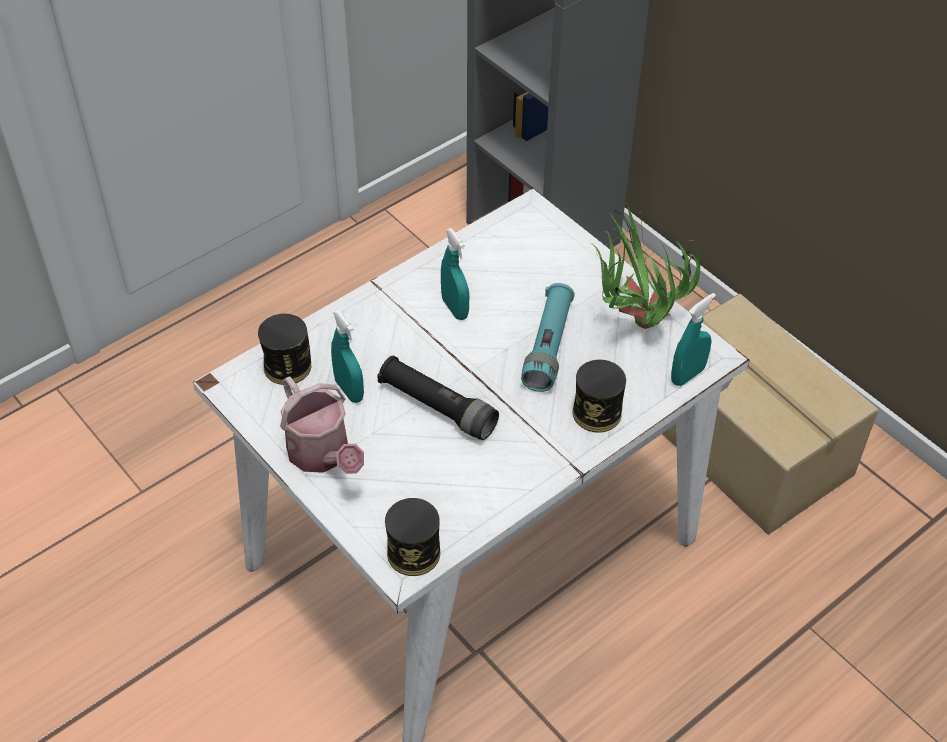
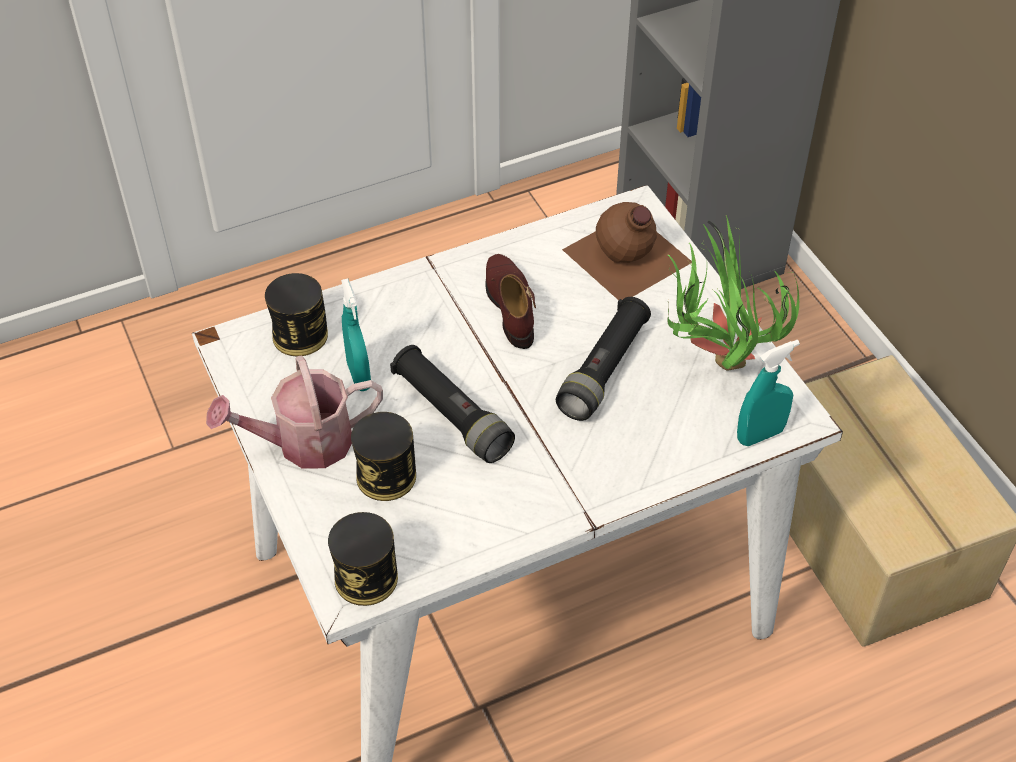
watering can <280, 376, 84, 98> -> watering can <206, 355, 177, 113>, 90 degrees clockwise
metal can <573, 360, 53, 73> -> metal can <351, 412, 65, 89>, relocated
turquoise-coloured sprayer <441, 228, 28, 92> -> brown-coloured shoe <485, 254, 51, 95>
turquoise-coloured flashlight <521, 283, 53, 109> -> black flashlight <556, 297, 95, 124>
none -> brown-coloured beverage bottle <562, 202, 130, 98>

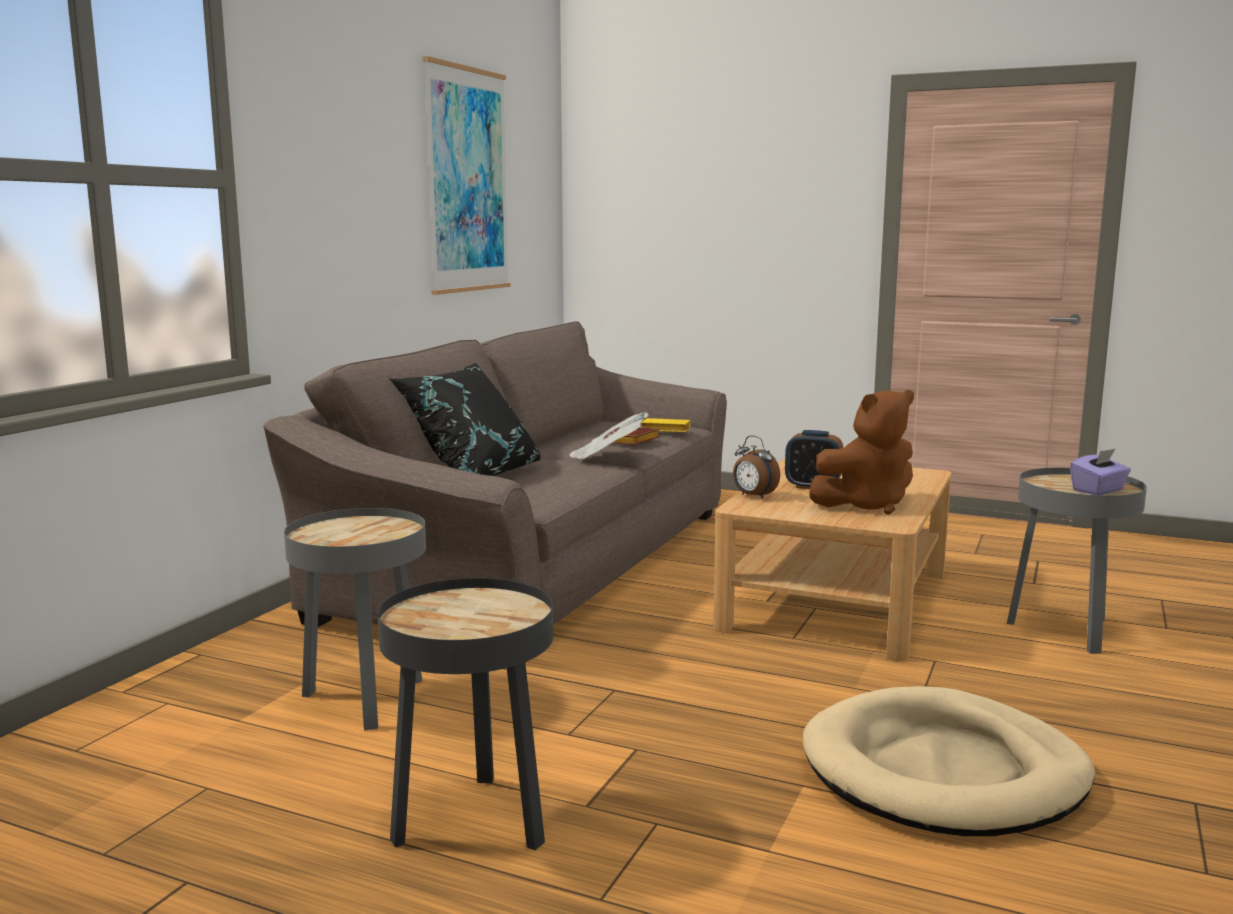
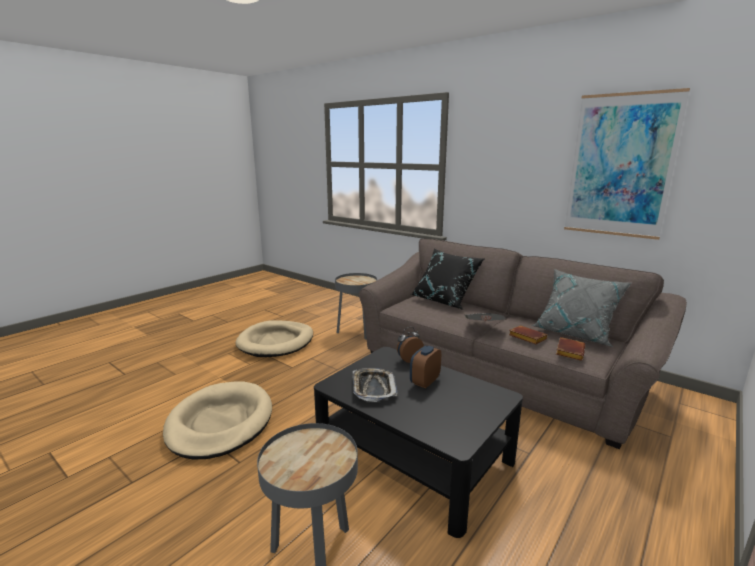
black accent table <378, 578, 175, 272> -> sand-coloured pet bed <235, 320, 78, 37>
sand-coloured coffee table <713, 458, 239, 203> -> black coffee table <314, 347, 209, 191>
brown-coloured soft toy <809, 390, 105, 125> -> serving tray <353, 368, 45, 34>
none -> greyish pillow <531, 269, 101, 78>
yellow-coloured bound book <641, 418, 49, 14> -> brown-coloured bound book <556, 337, 29, 24>
purplish box of tissues <1070, 448, 61, 47> -> none

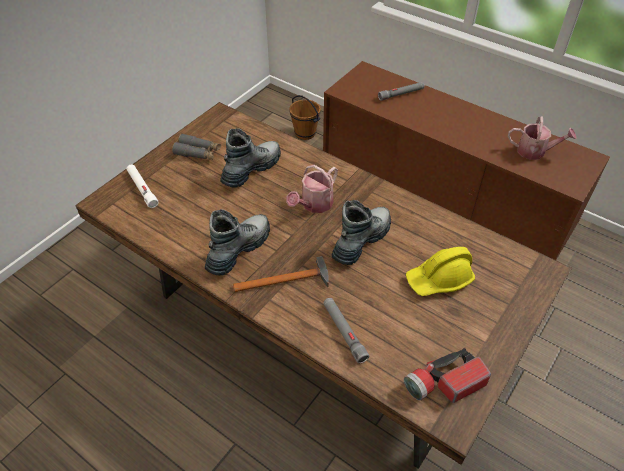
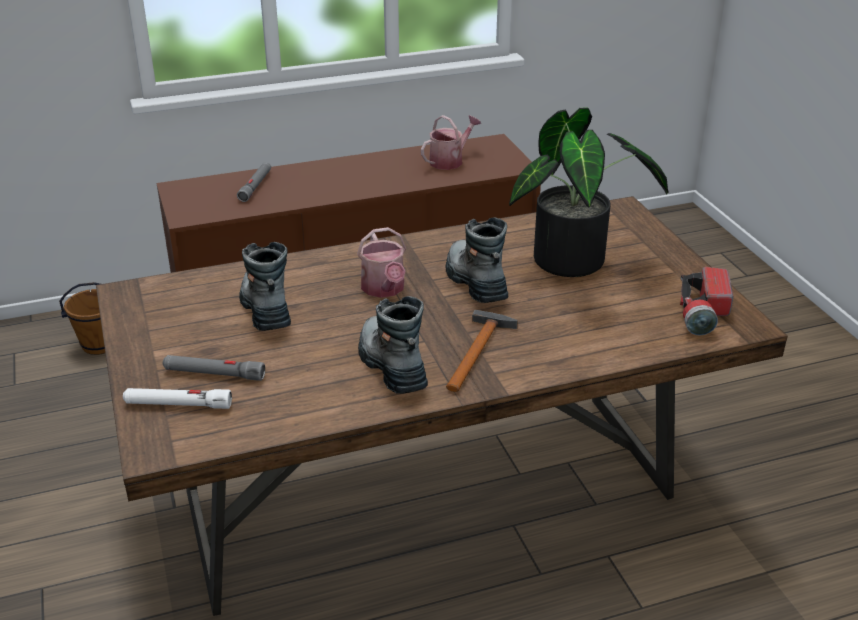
greyish flashlight <323, 298, 46, 65> -> greyish flashlight <163, 355, 102, 26>, relocated
yellow-coloured hard hat <406, 247, 69, 49> -> potted plant <509, 107, 159, 170>
greyish binoculars <172, 134, 49, 26> -> none

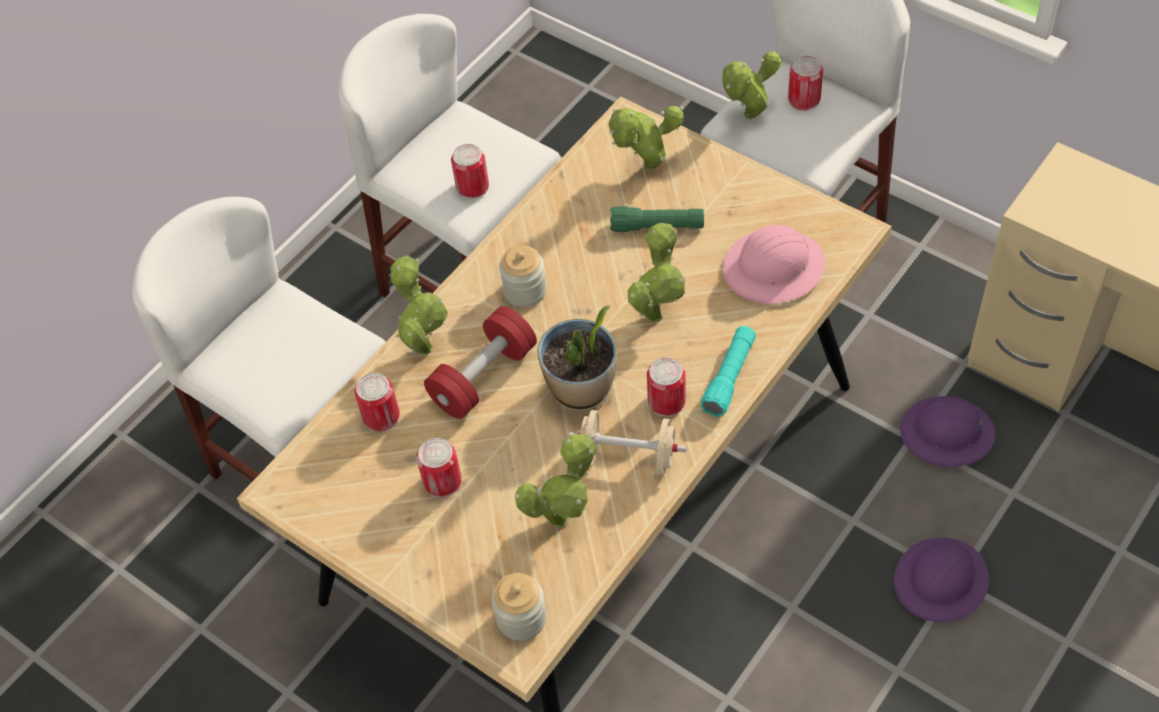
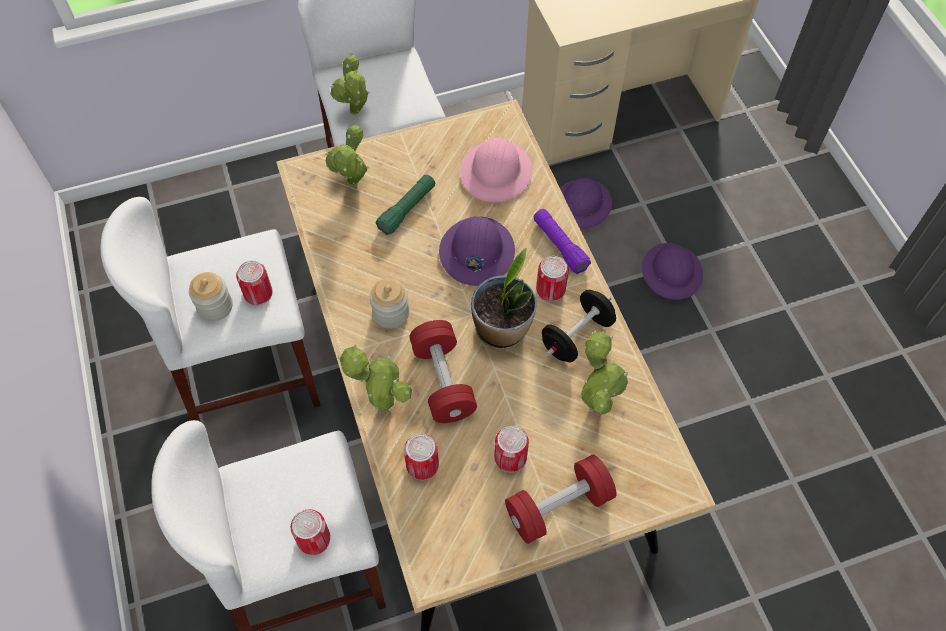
storage jar <492, 573, 55, 68> -> storage jar <189, 272, 43, 49>, relocated
metal can <788, 56, 35, 55> -> metal can <291, 509, 39, 46>, relocated
potted plant <628, 223, 57, 100> -> purplish hard hat <439, 216, 76, 70>
none -> red dumbbell <505, 454, 112, 90>
turquoise-coloured flashlight <701, 326, 55, 91> -> purplish flashlight <534, 209, 57, 65>
sand-coloured dumbbell <569, 410, 118, 65> -> black dumbbell <542, 290, 74, 72>

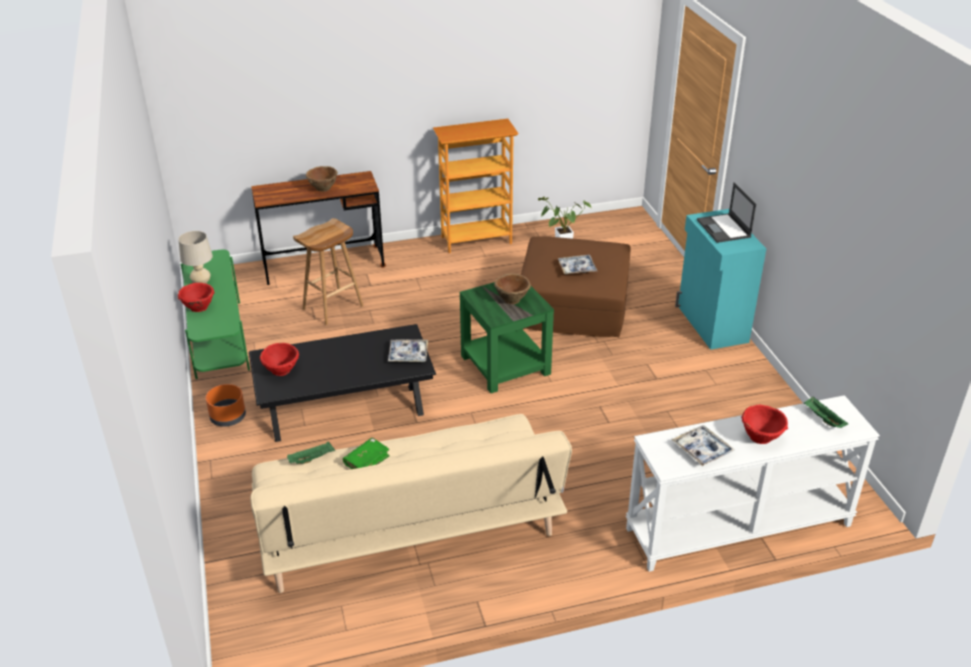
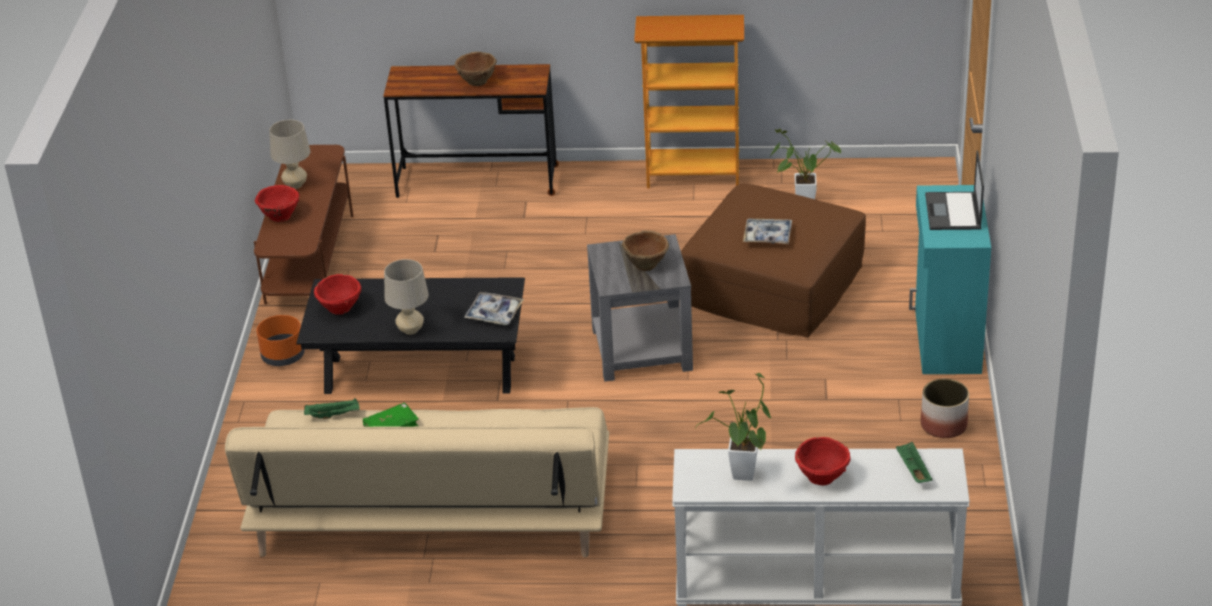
green-coloured tv stand <181, 249, 69, 130> -> brown-coloured tv stand <254, 145, 99, 159>
none -> sand-coloured lamp for a table <384, 259, 45, 76>
green-coloured accent table <460, 282, 94, 111> -> greyish accent table <587, 234, 106, 148>
serving tray <672, 425, 63, 41> -> potted plant <696, 373, 75, 108>
none -> plant pot <921, 379, 48, 59>
brown-coloured stool seat <293, 218, 71, 107> -> none

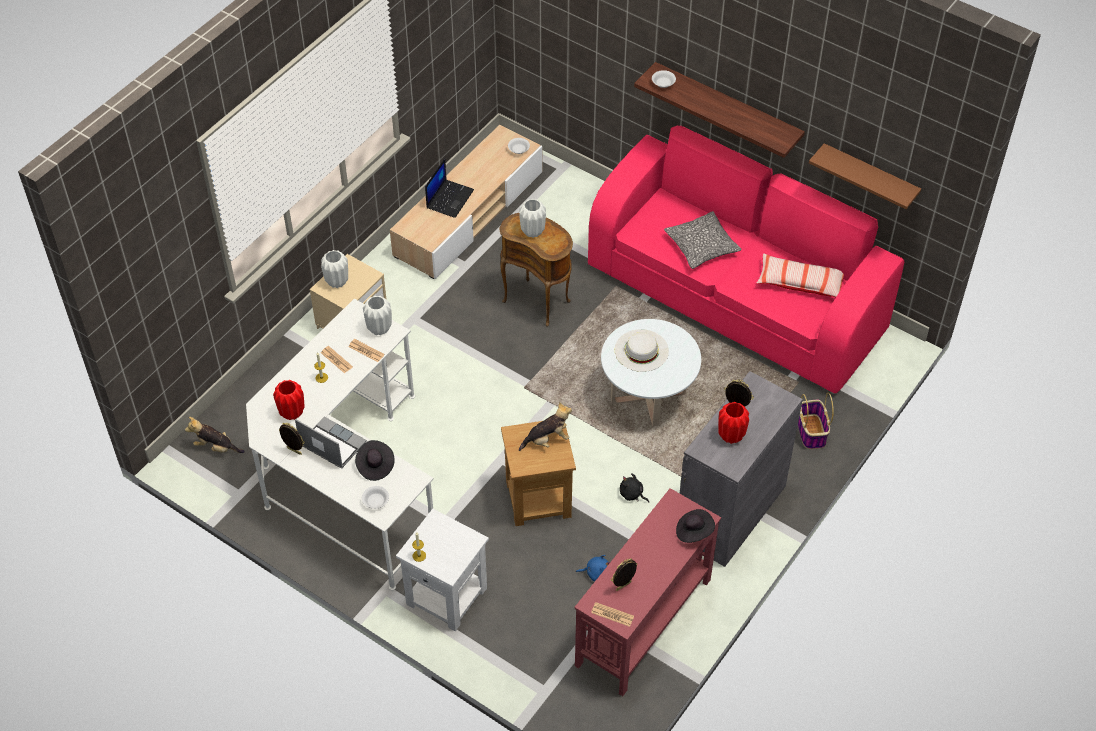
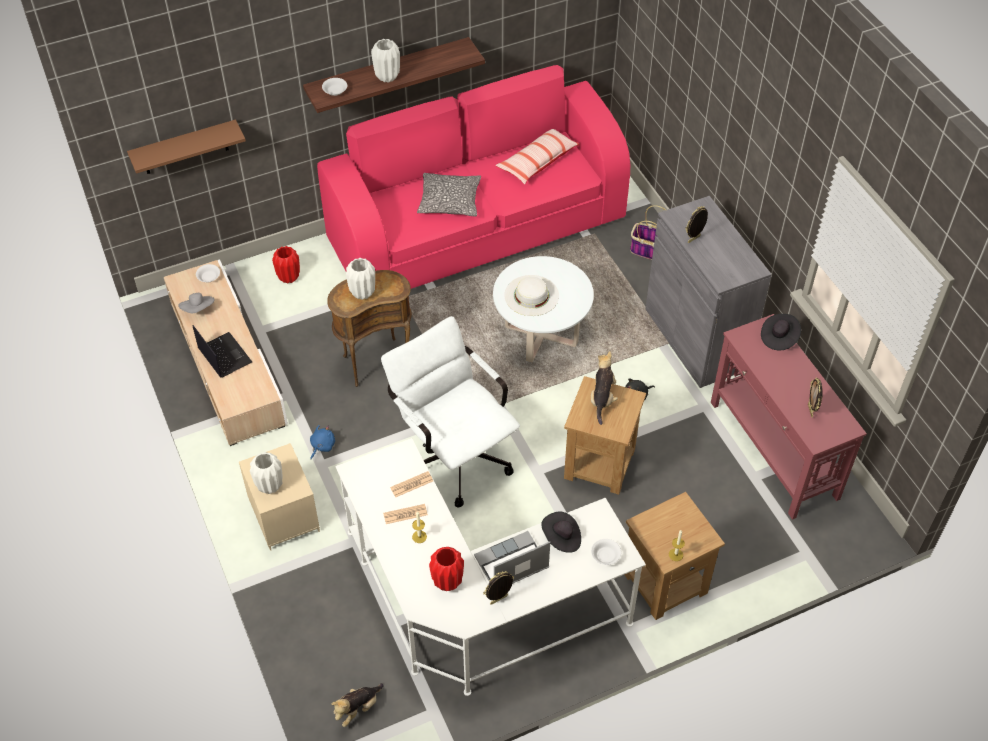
brown-coloured wall shelf <809, 143, 112, 66> -> brown-coloured wall shelf <127, 120, 119, 54>, relocated
none -> greyish wearable hat <178, 293, 37, 20>
red vase <718, 402, 31, 42> -> red vase <272, 246, 28, 38>, relocated
blue soft toy <576, 555, 34, 26> -> blue soft toy <310, 425, 25, 34>, relocated
whitish vase <363, 296, 29, 39> -> whitish vase <371, 39, 29, 44>, relocated
none -> whitish office chair <381, 316, 139, 192>
whitish accent table <396, 509, 93, 122> -> brown-coloured accent table <624, 492, 101, 128>
printed paper <591, 602, 43, 25> -> none

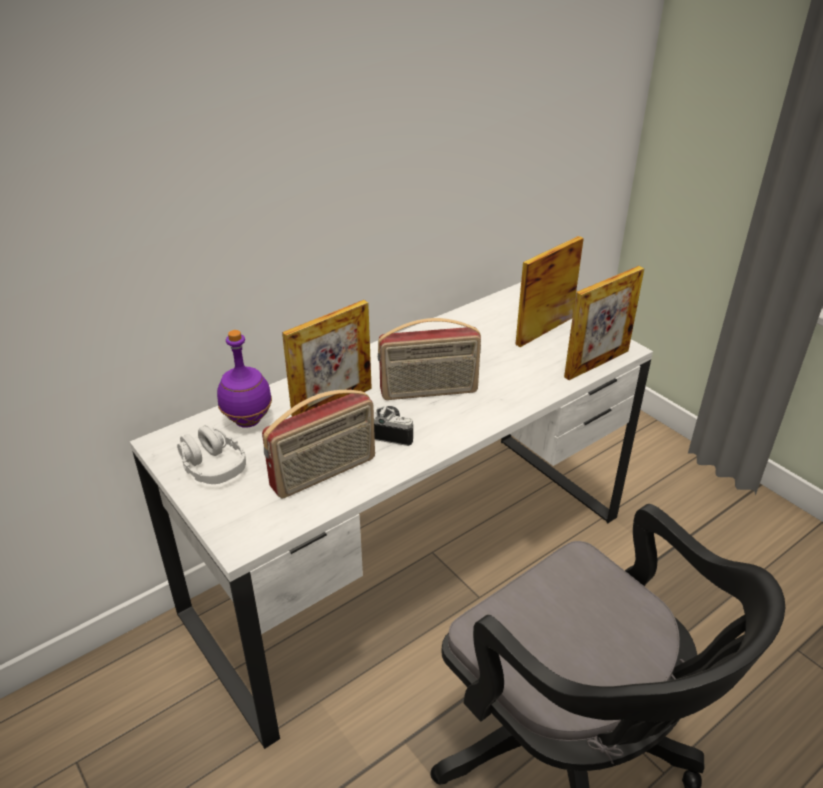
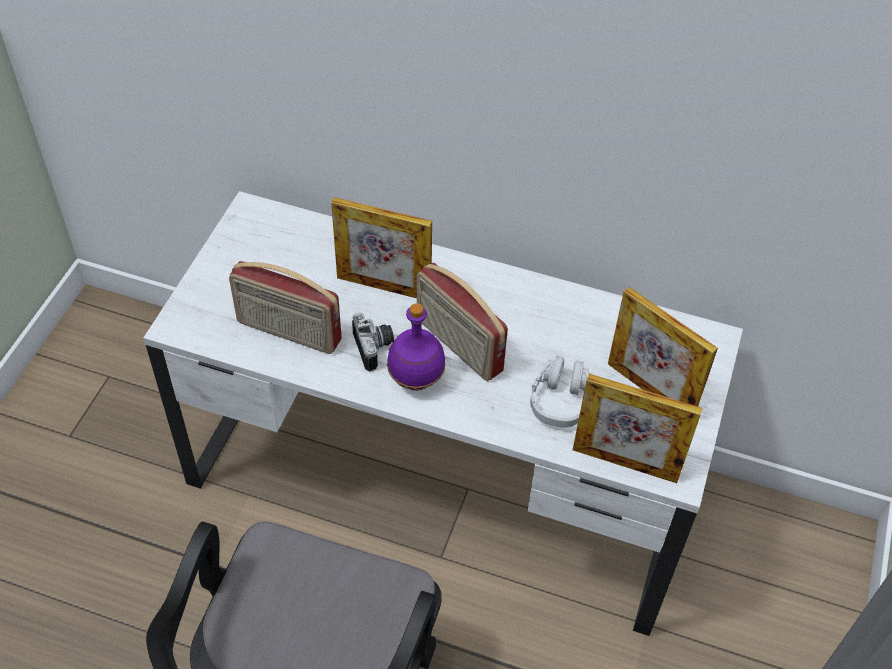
purplish beverage bottle <217, 330, 55, 98> -> purplish beverage bottle <387, 303, 59, 88>, relocated
greyish headphones <177, 425, 69, 59> -> greyish headphones <530, 356, 59, 72>, relocated
photo frame <515, 236, 69, 111> -> photo frame <608, 287, 110, 119>, 150 degrees counterclockwise

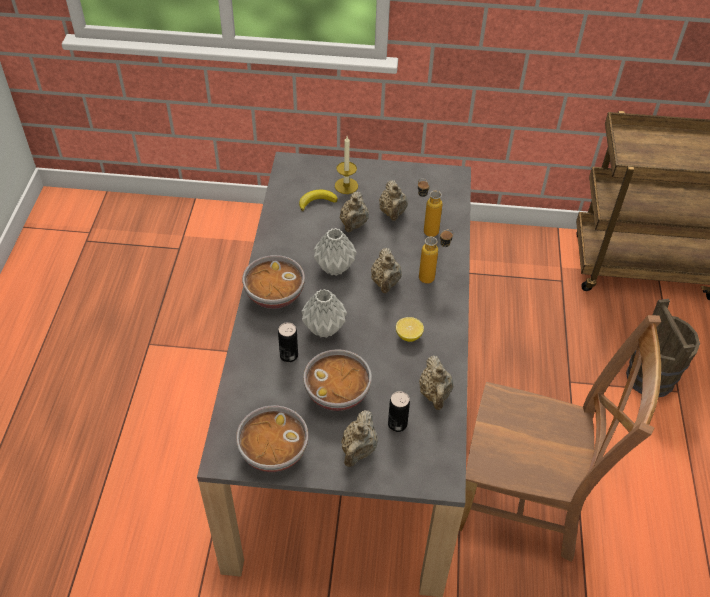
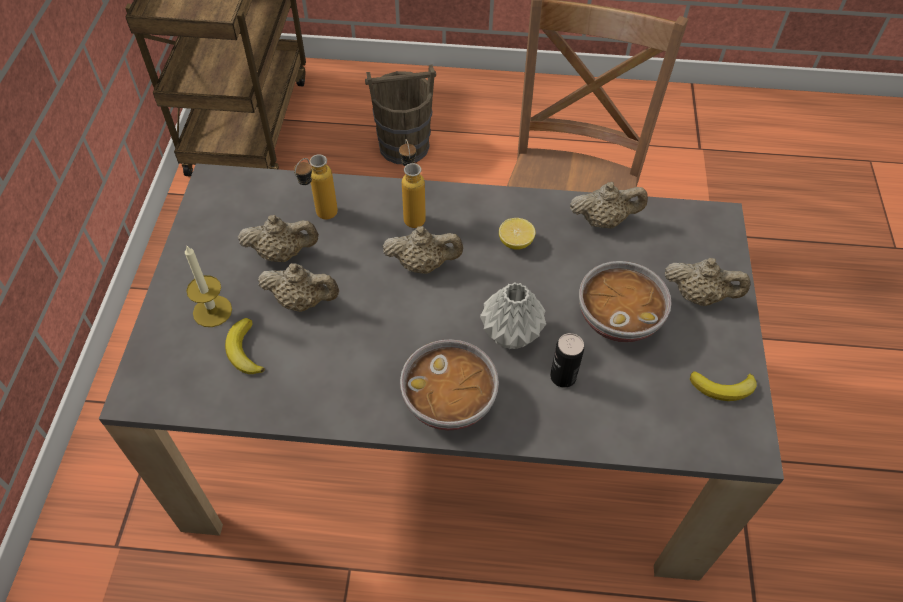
serving bowl <236, 405, 73, 67> -> whole banana <690, 371, 67, 30>
greyish vase <314, 228, 43, 48> -> none
metal can <388, 391, 22, 41> -> none

